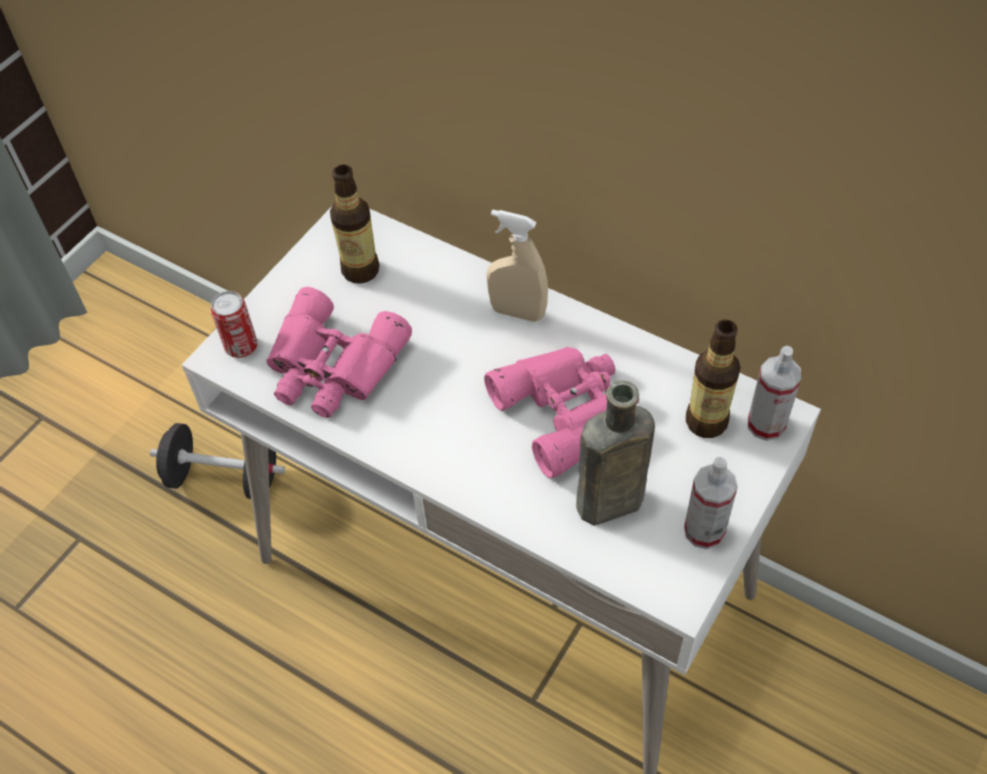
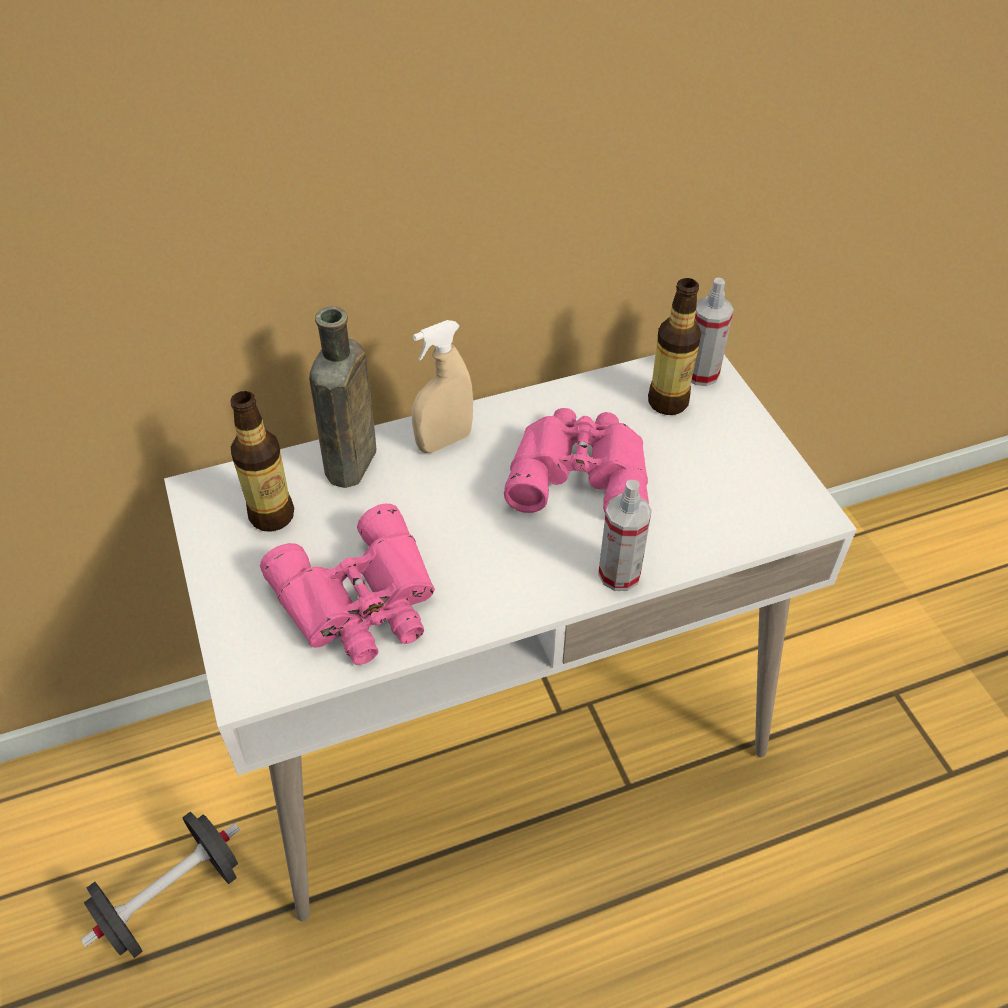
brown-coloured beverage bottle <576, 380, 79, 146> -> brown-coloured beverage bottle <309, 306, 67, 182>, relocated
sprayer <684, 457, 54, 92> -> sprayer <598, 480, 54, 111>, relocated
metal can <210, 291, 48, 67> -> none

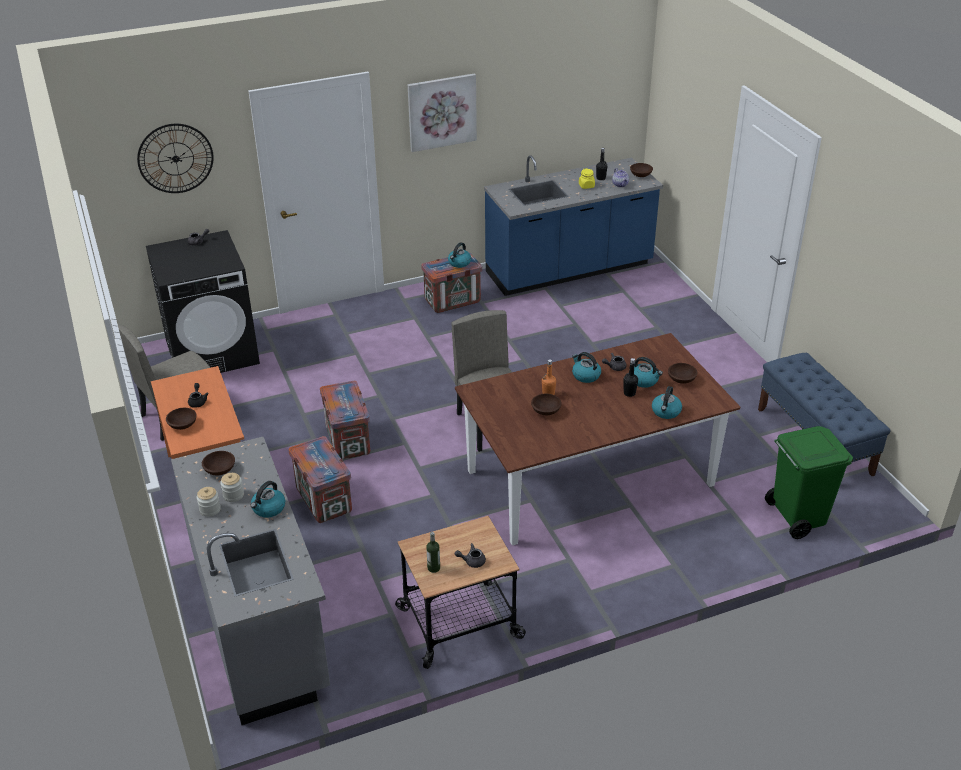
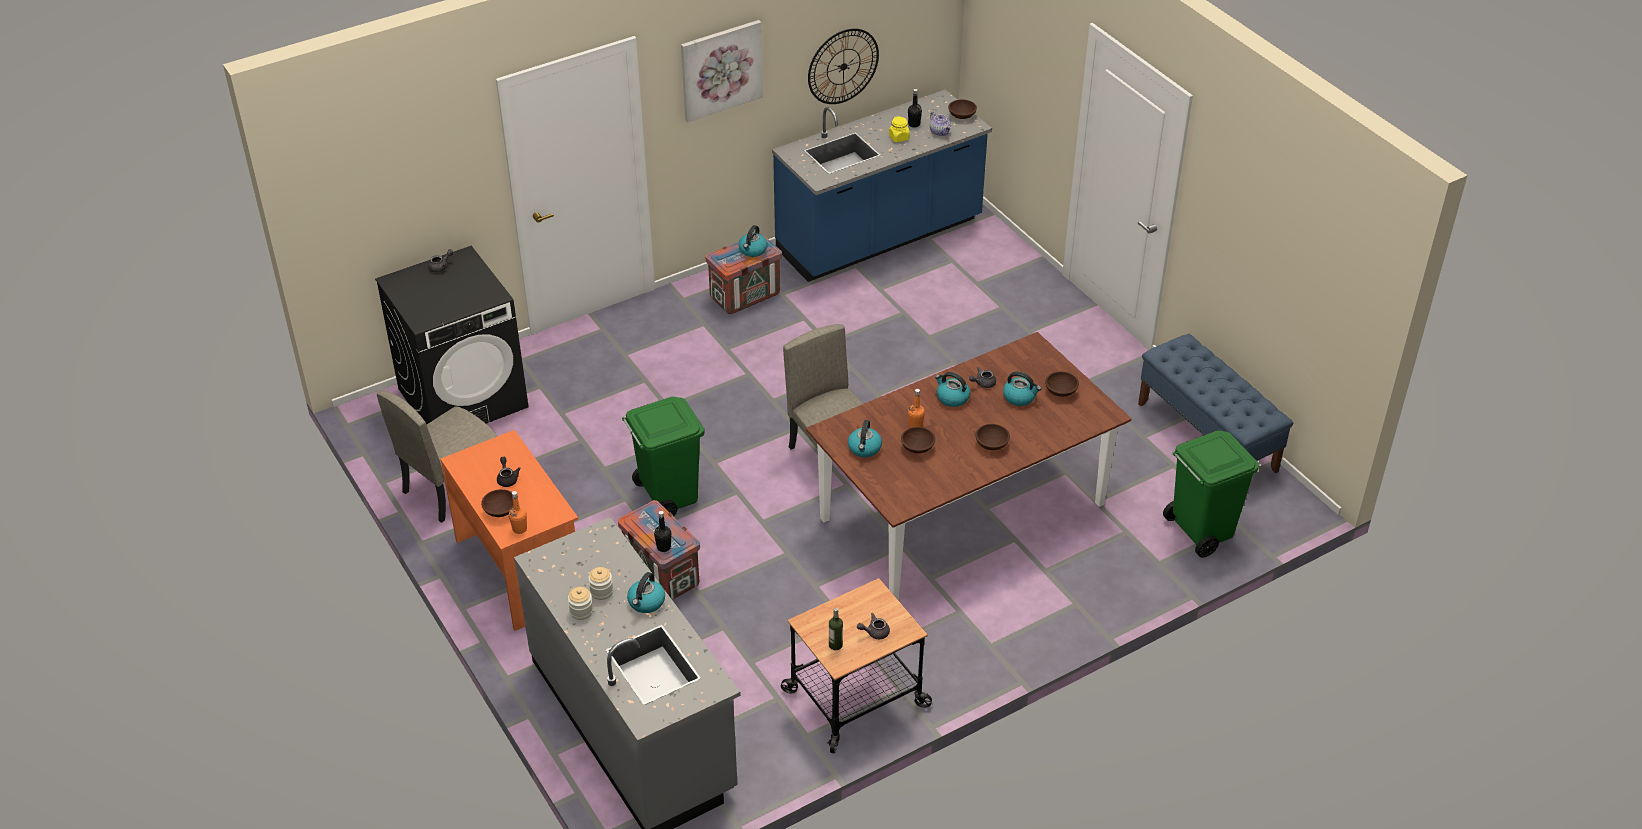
none -> orangey beverage bottle <509, 491, 18, 43>
crate <320, 381, 50, 79> -> green-coloured trash can <622, 397, 82, 119>
black beverage bottle <623, 358, 15, 39> -> black beverage bottle <654, 511, 17, 41>, relocated
wall clock <137, 124, 77, 69> -> wall clock <808, 28, 71, 76>, relocated
water kettle <652, 386, 30, 33> -> water kettle <848, 420, 34, 37>, relocated
brown-coloured serving bowl <202, 451, 33, 24> -> brown-coloured serving bowl <975, 424, 35, 26>, relocated

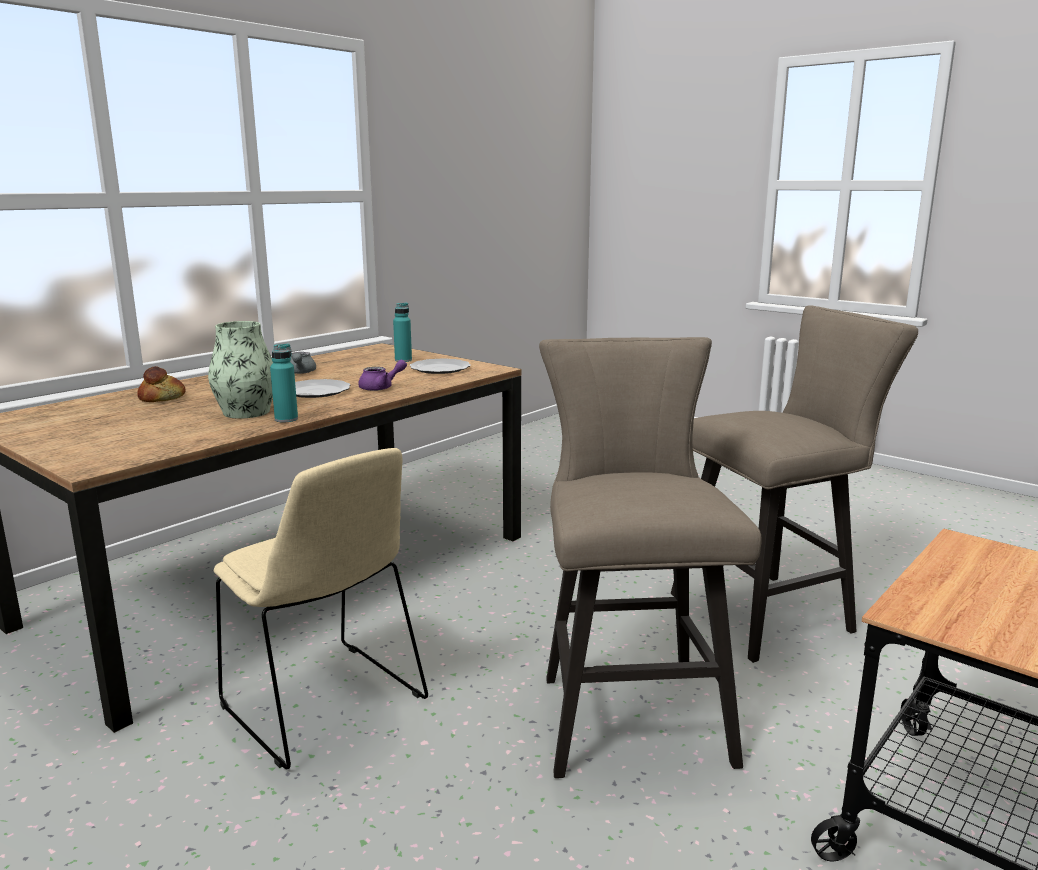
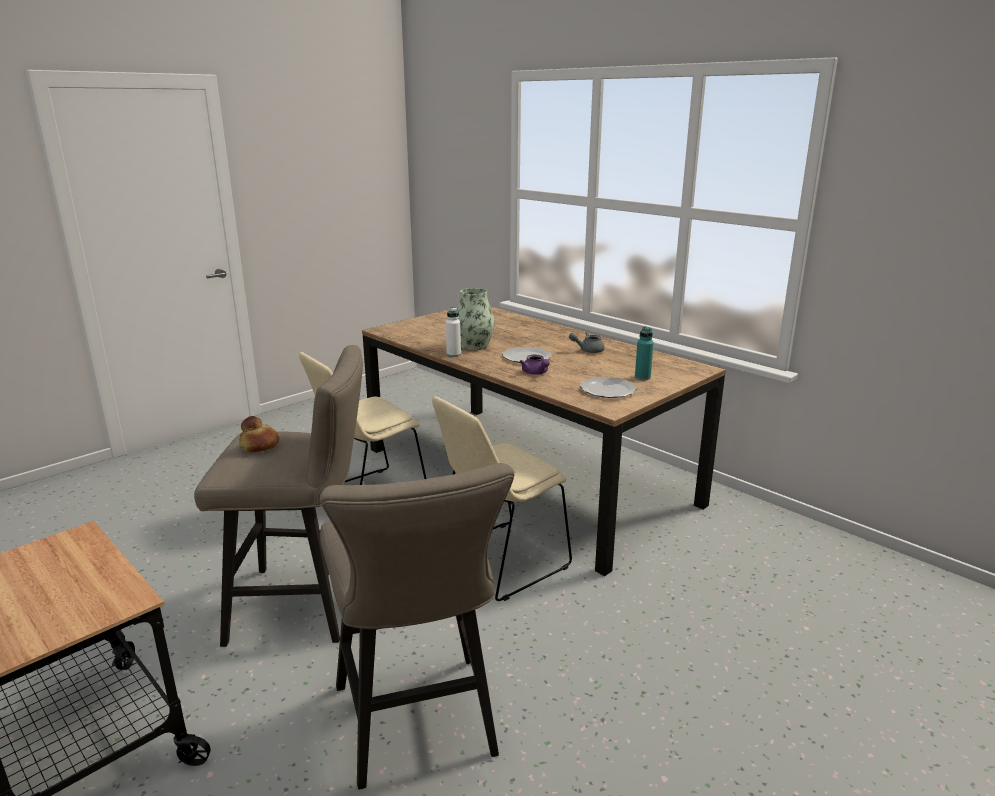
baked bread <137, 366, 49, 36> -> baked bread <239, 416, 40, 36>, relocated
none -> sand-coloured chair <432, 396, 140, 205>
turquoise-coloured beverage bottle <270, 344, 28, 79> -> whitish beverage bottle <446, 307, 15, 50>

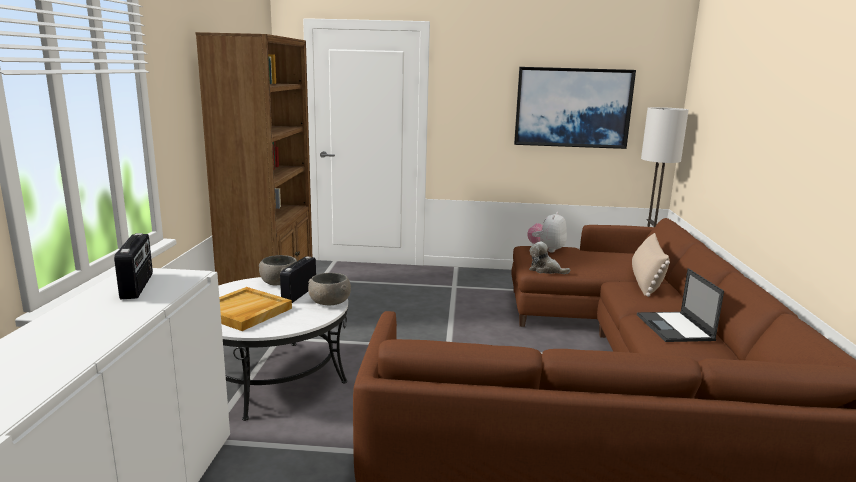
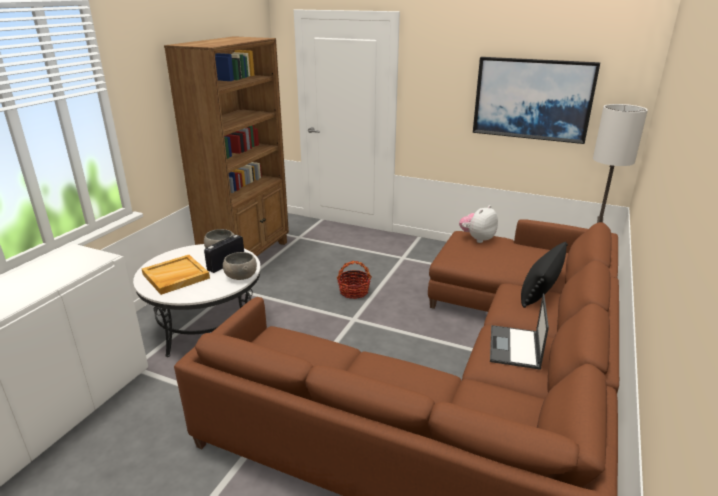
none -> storage basket <337, 261, 35, 38>
sand-coloured pillow <632, 233, 38, 64> -> black pillow <521, 242, 47, 66>
radio receiver <114, 233, 39, 66> -> none
soft toy <529, 242, 41, 32> -> none

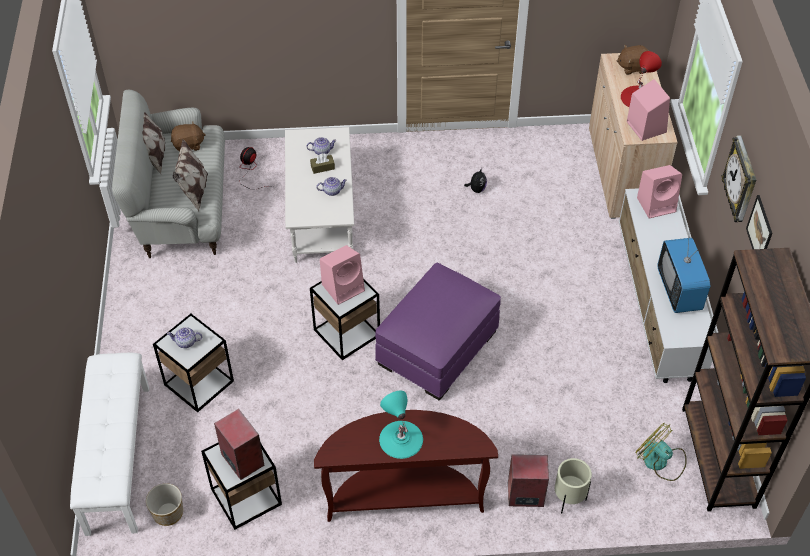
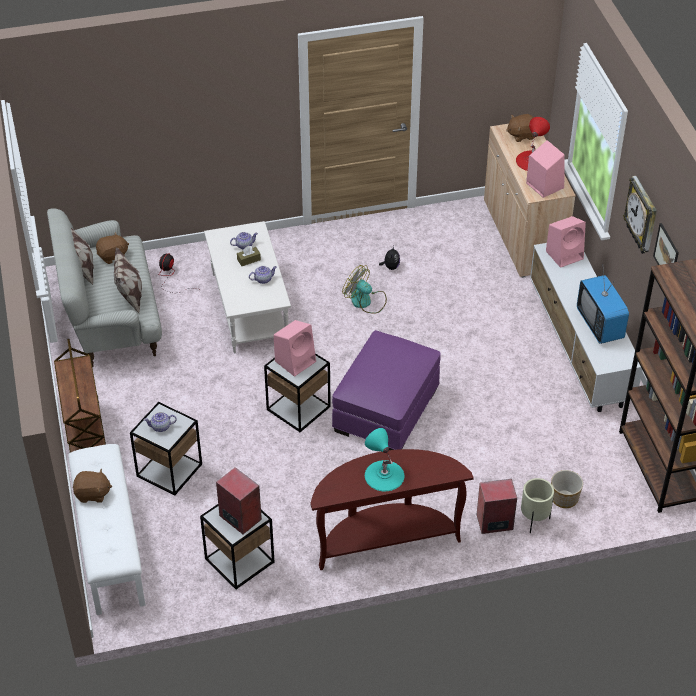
none -> brown-coloured cart <54, 339, 52, 114>
none -> brown-coloured soft toy <73, 469, 39, 34>
cooling fan <635, 423, 52, 58> -> cooling fan <342, 265, 45, 49>, relocated
plant pot <146, 483, 37, 43> -> plant pot <551, 470, 32, 38>, relocated

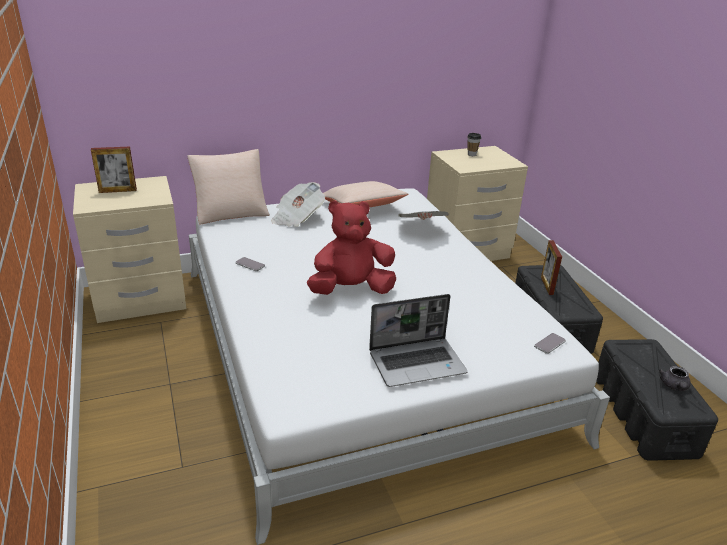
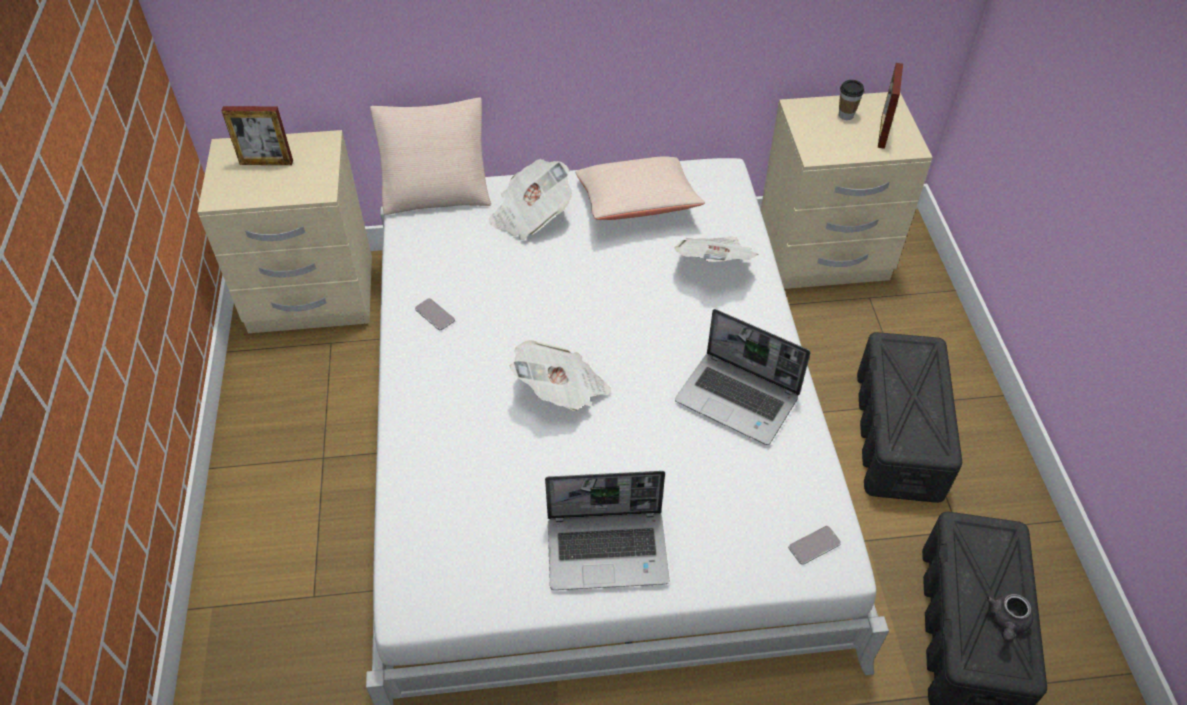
red soft toy <307, 200, 89, 95> -> printed paper <510, 340, 101, 71>
none -> notebook computer <675, 309, 135, 136>
photo frame <541, 240, 21, 55> -> photo frame <878, 63, 25, 86>, relocated

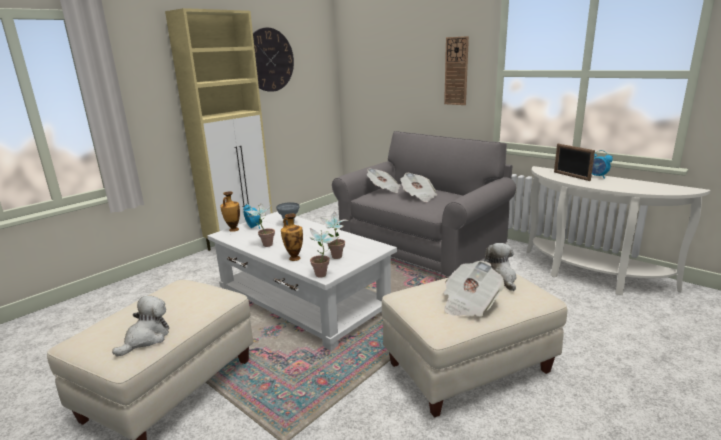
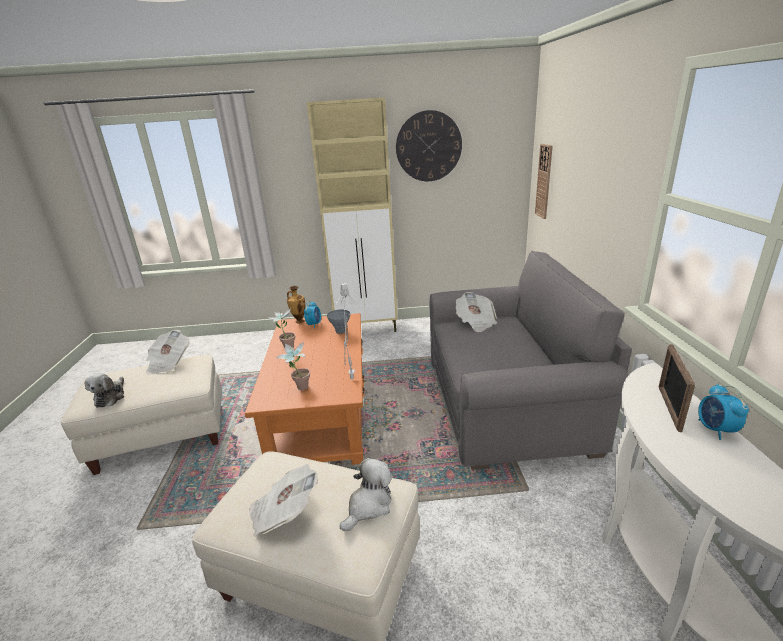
soft toy <112, 296, 57, 61> -> soft toy <85, 373, 39, 35>, 105 degrees clockwise
printed paper <400, 173, 37, 29> -> printed paper <146, 330, 43, 45>, relocated
whitish coffee table <207, 211, 190, 140> -> orangey coffee table <245, 313, 120, 152>
none -> greyish lamp for a table <336, 282, 19, 98>
wall clock <444, 36, 25, 69> -> wall clock <535, 144, 18, 75>, relocated
vase <281, 213, 22, 48> -> none
potted plant <310, 228, 29, 50> -> none

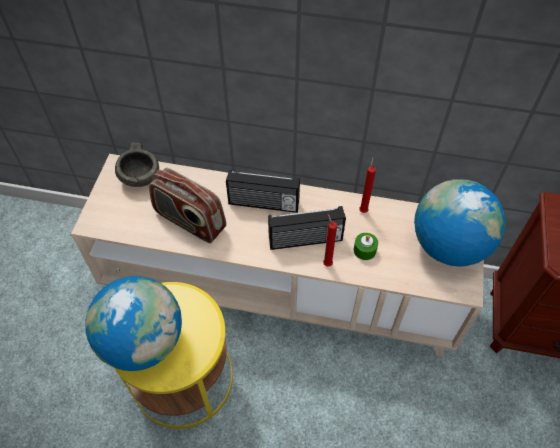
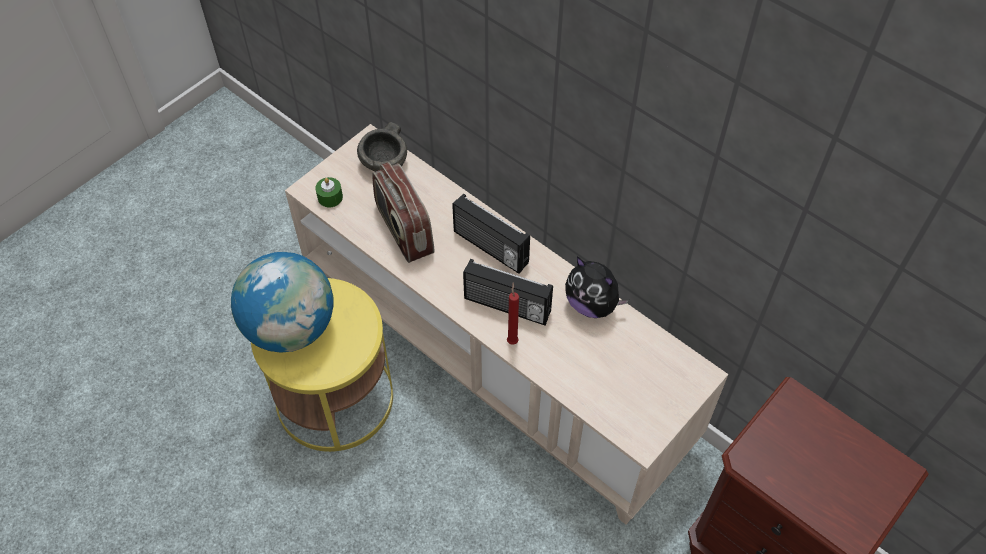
green-coloured candle <354, 233, 24, 27> -> green-coloured candle <315, 177, 28, 30>, relocated
red candle <359, 158, 17, 55> -> soft toy <565, 256, 64, 62>
desk globe <414, 179, 91, 88> -> none

